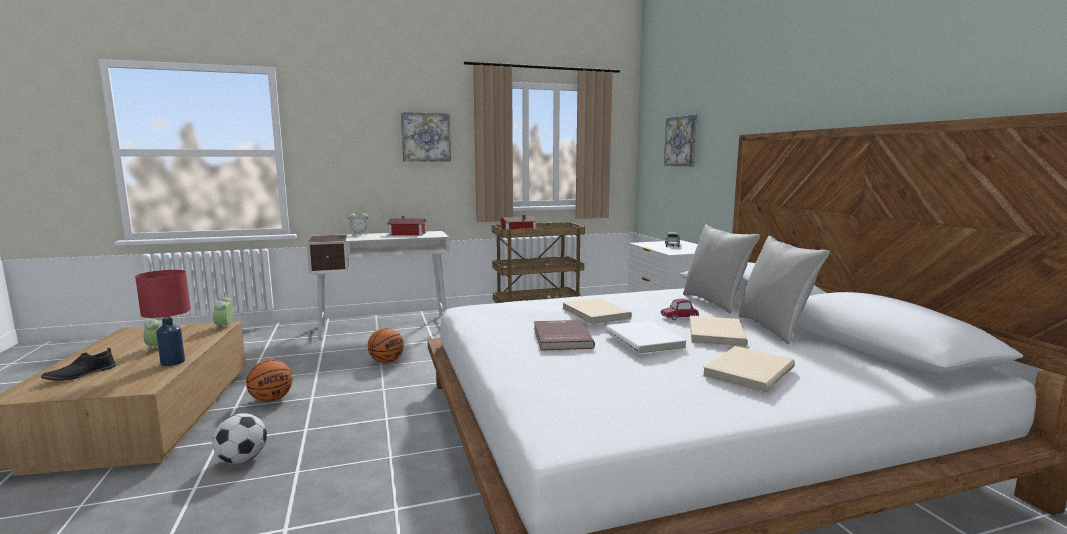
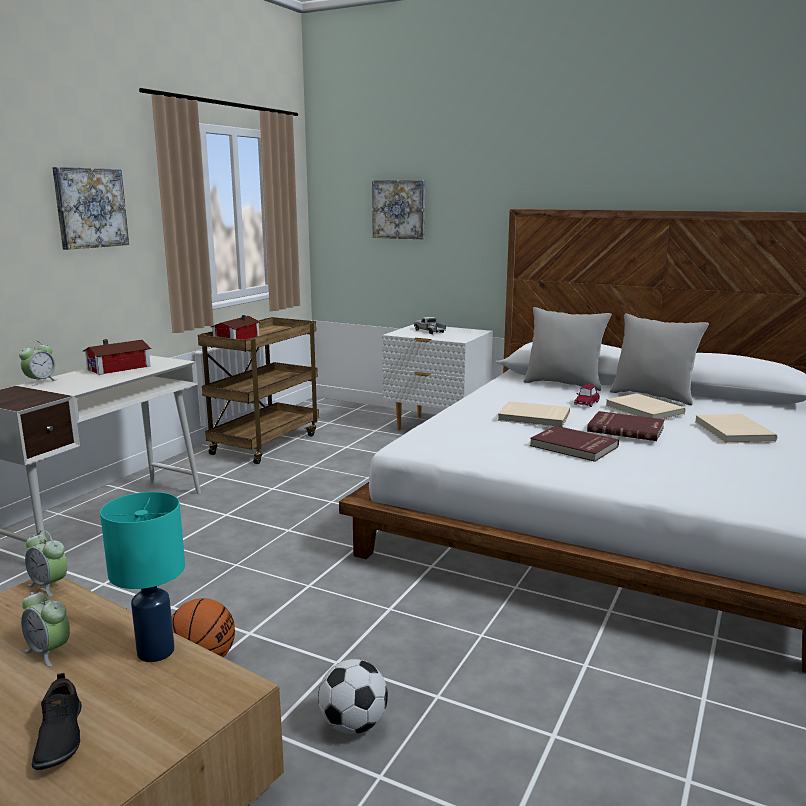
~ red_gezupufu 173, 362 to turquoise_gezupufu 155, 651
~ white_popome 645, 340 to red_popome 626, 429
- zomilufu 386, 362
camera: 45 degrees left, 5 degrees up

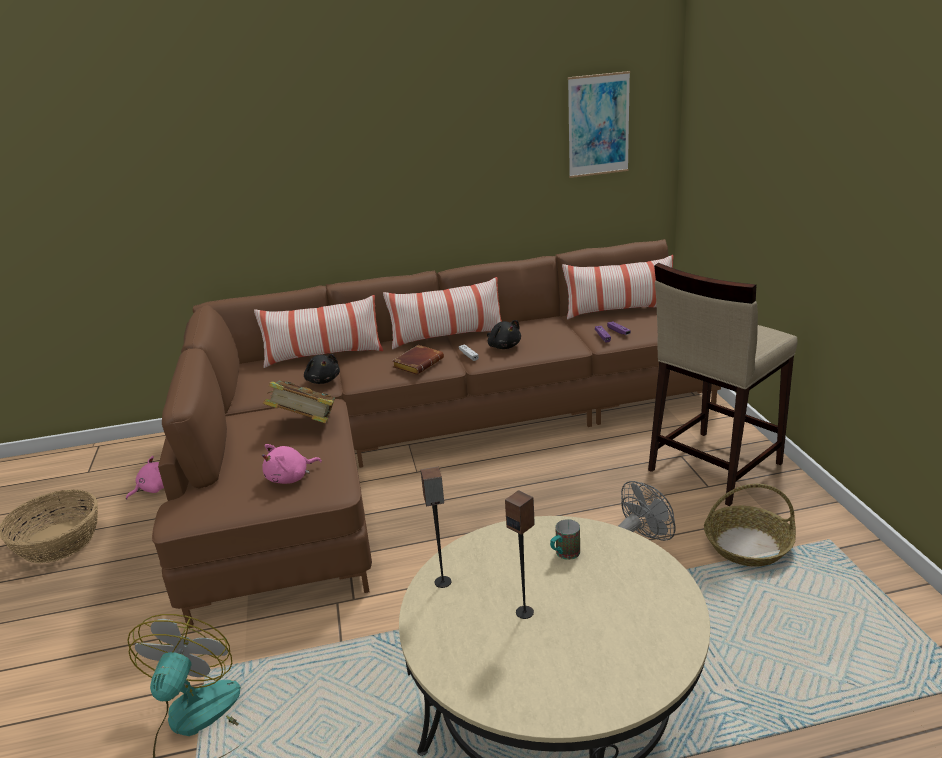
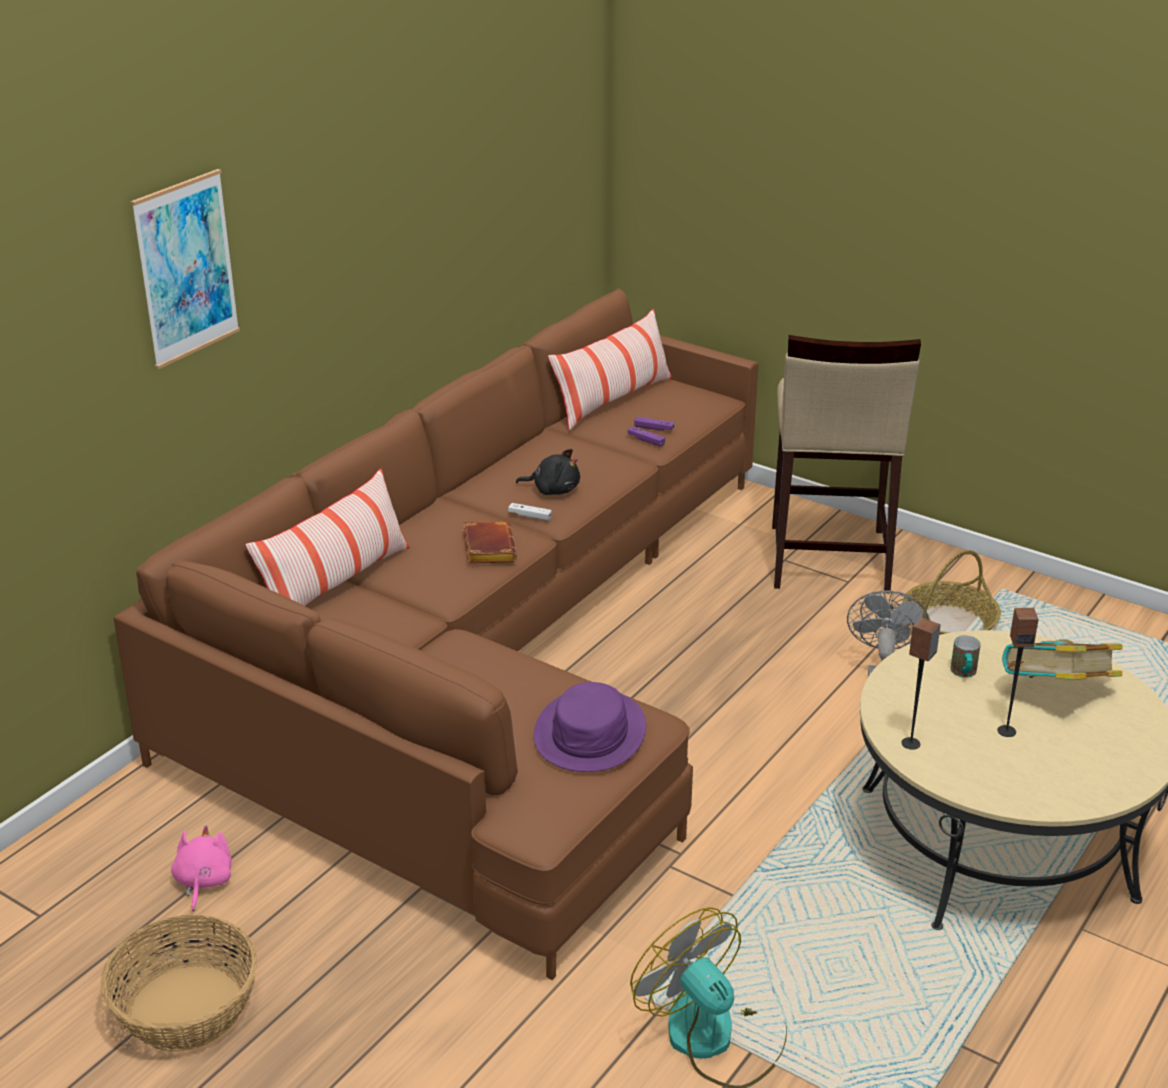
~ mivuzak 598, 125 to 186, 268
- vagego 447, 337
- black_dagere 323, 380
~ popome 304, 425 to 1056, 694
~ pink_dagere 290, 478 to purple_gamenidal 590, 733
camera: 45 degrees left, 5 degrees up

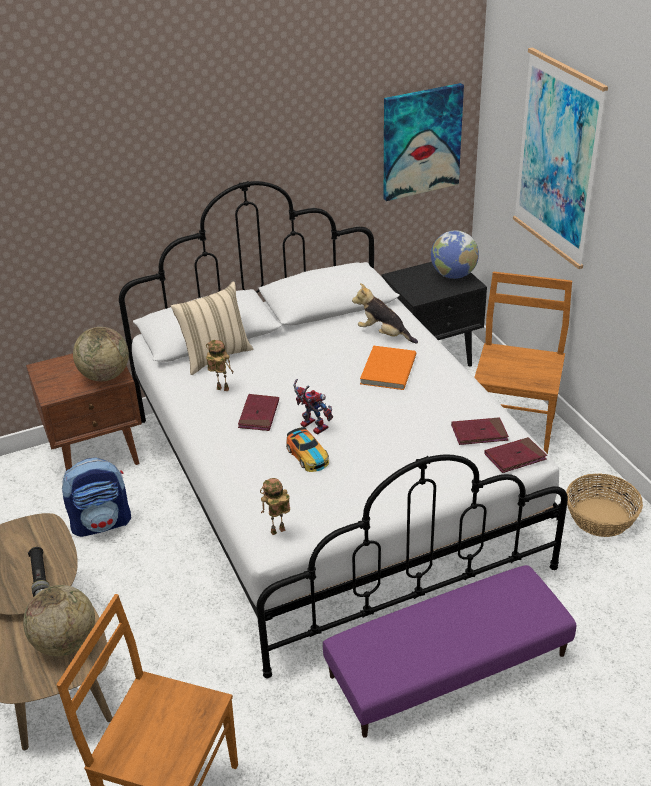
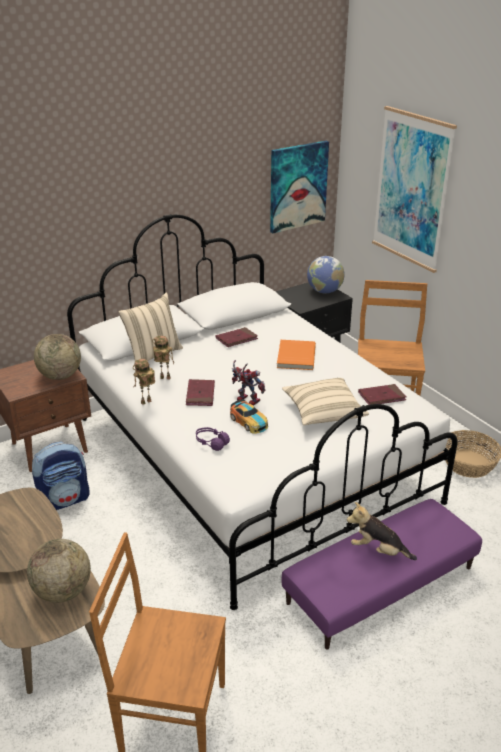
~ dagere 384, 334 to 378, 550
~ red_popome 515, 457 to 236, 339
~ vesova 277, 532 to 146, 403
- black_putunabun 40, 578
+ beige_vagego 323, 412
+ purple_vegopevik 211, 443
camera: 10 degrees left, 5 degrees down

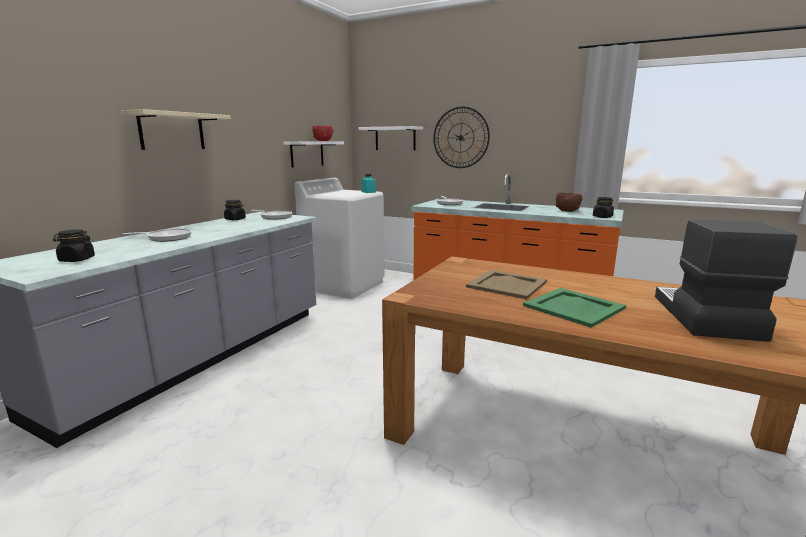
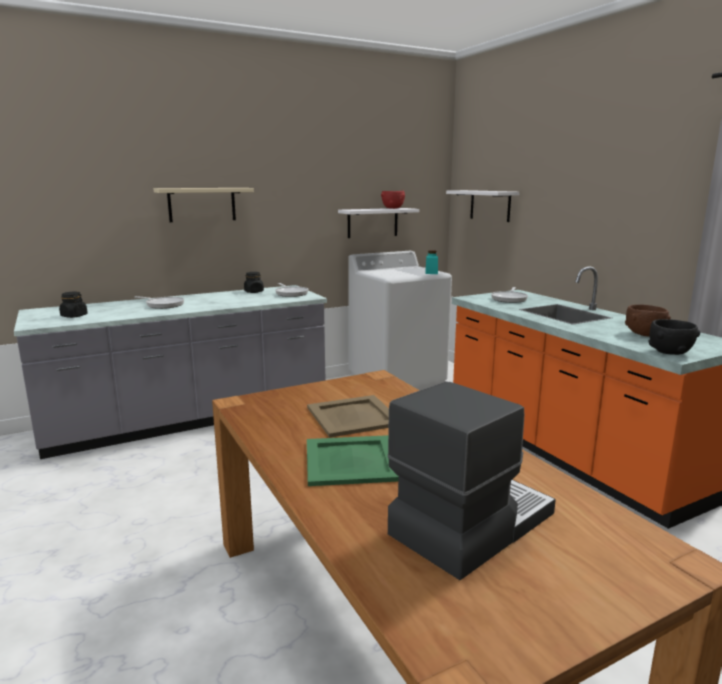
- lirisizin 460, 138
~ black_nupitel 602, 217 to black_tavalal 669, 353
camera: 35 degrees right, 0 degrees up

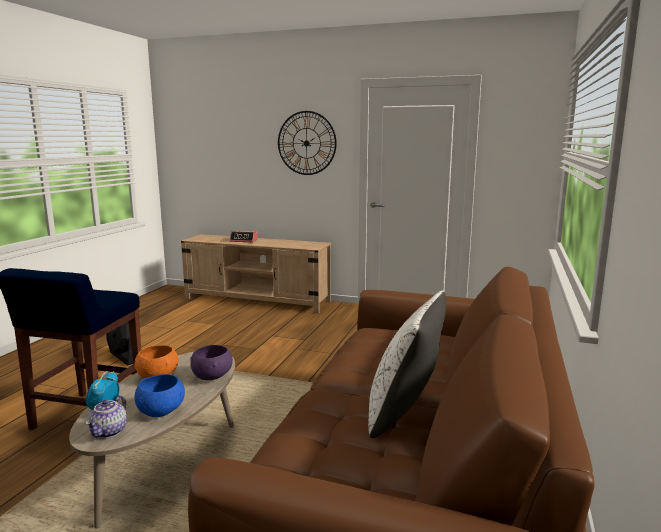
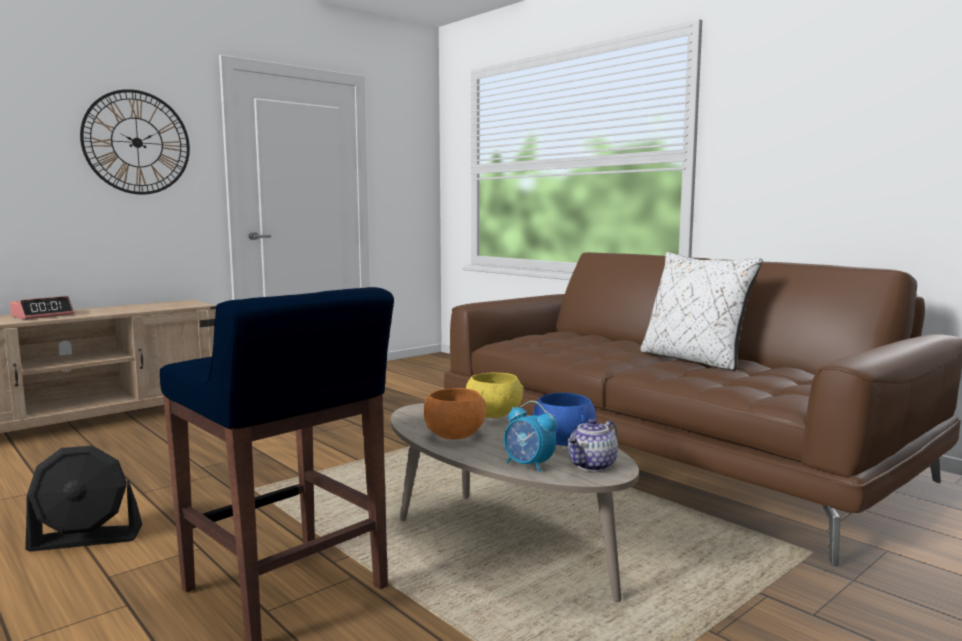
~ purple_tavalal 212, 377 to yellow_tavalal 494, 415
~ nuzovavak 109, 432 = 593, 466 90 degrees clockwise
camera: 60 degrees left, 5 degrees down

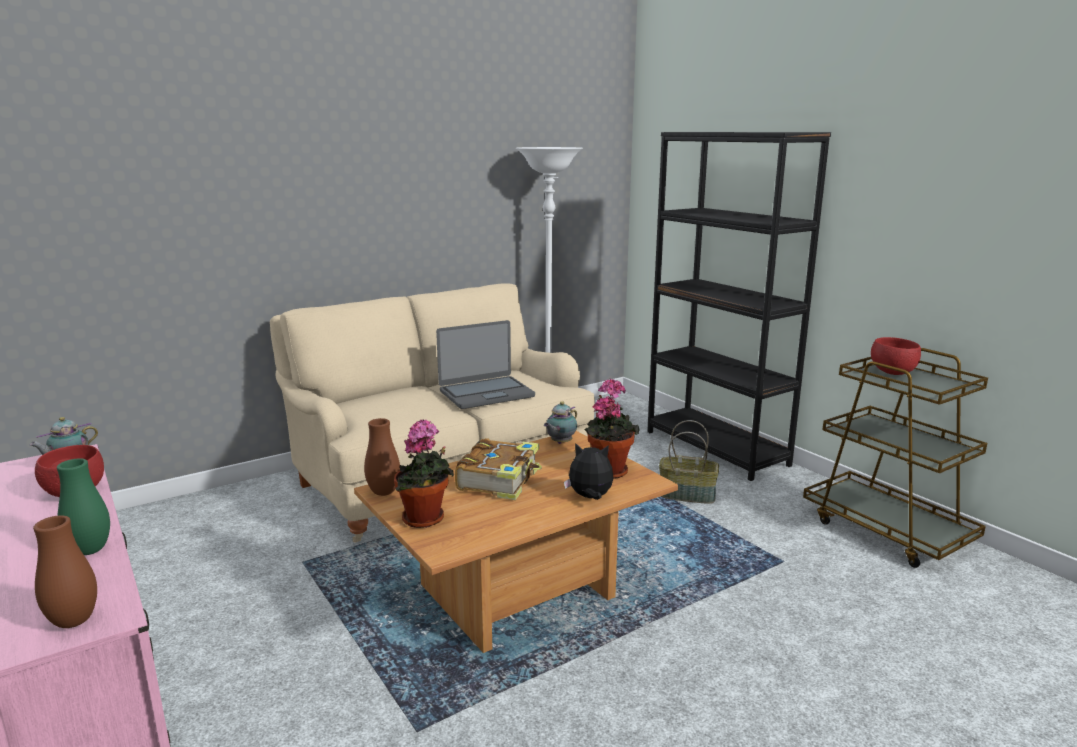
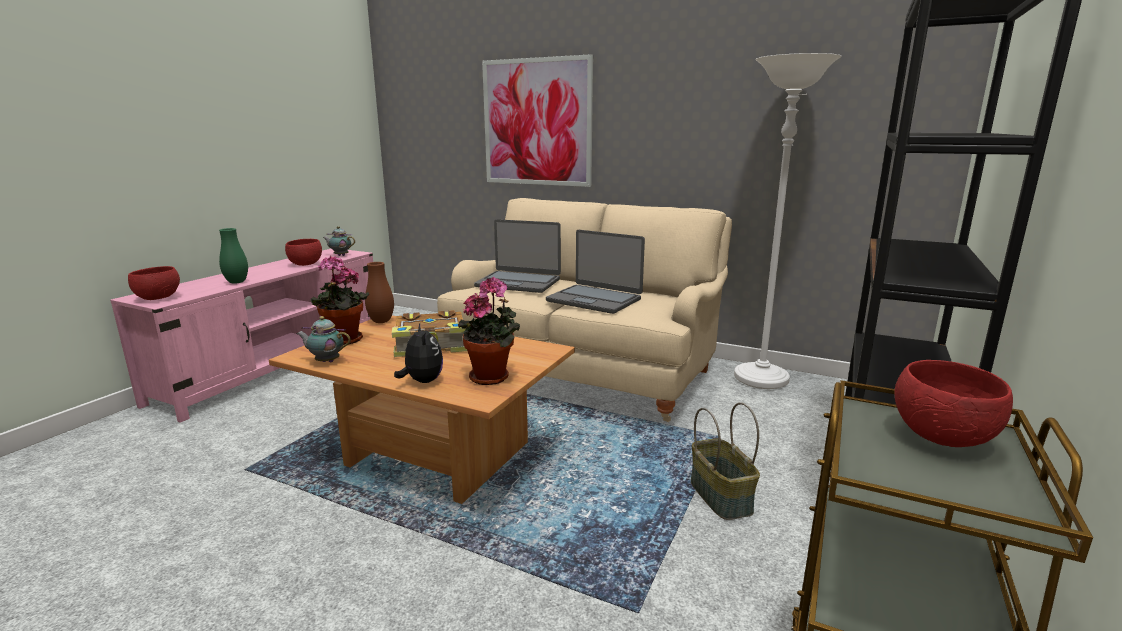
~ nuzovavak 560, 443 to 326, 361
~ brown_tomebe 74, 621 to red_tavalal 158, 298
+ mivuzak 537, 123
+ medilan 518, 283
camera: 60 degrees right, 0 degrees up

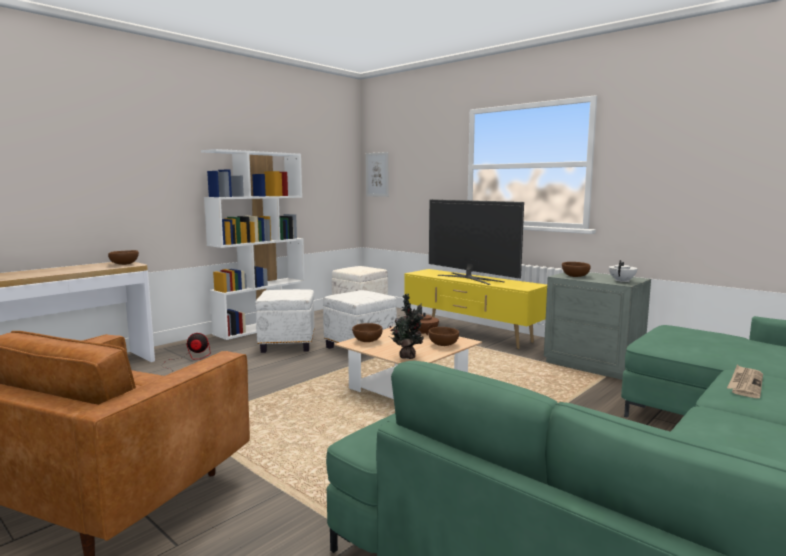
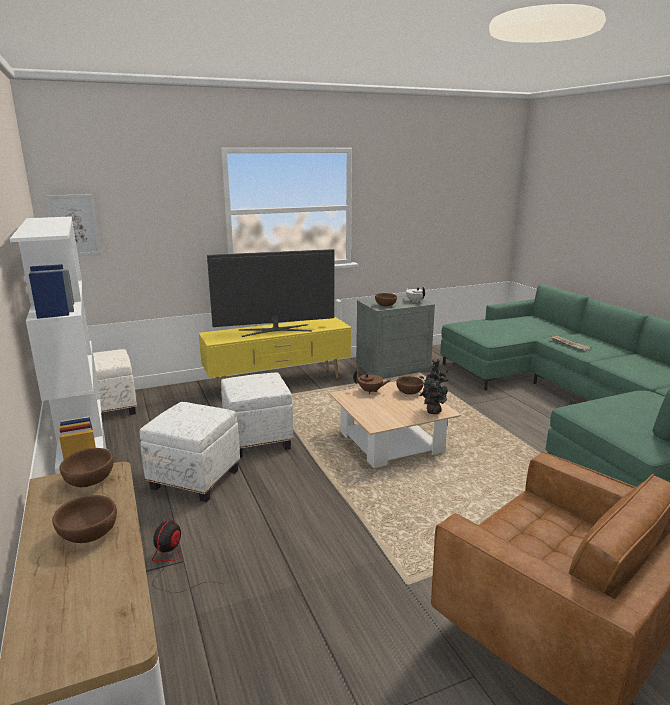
~ brown_tavalal 368, 341 to 89, 533
camera: 65 degrees left, 10 degrees up

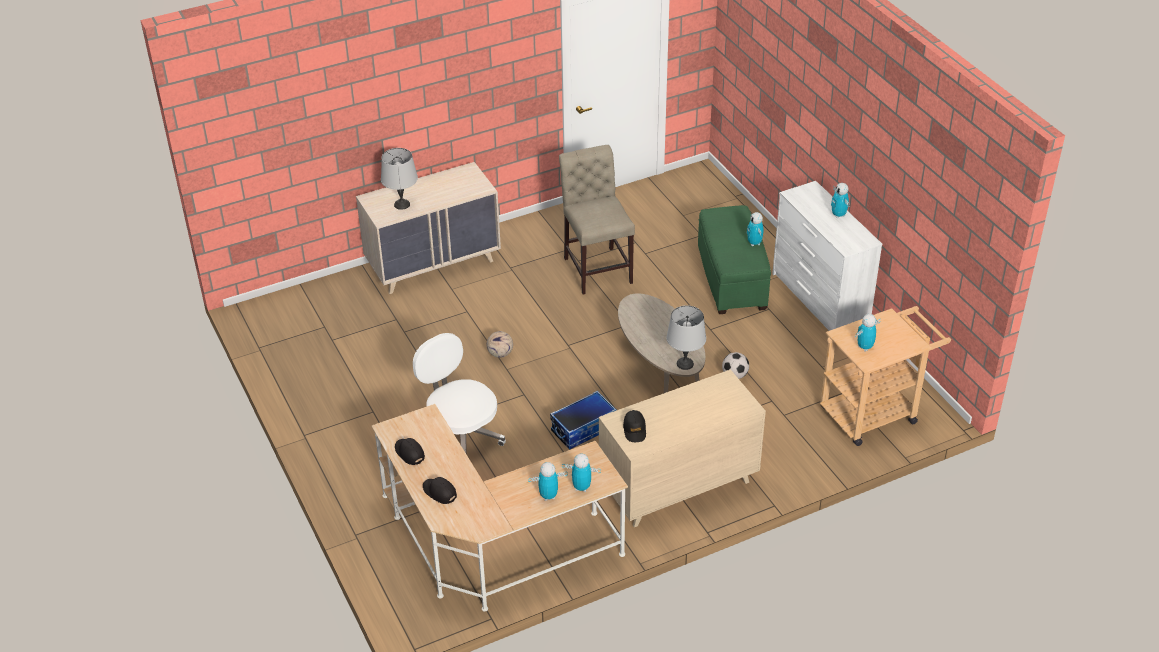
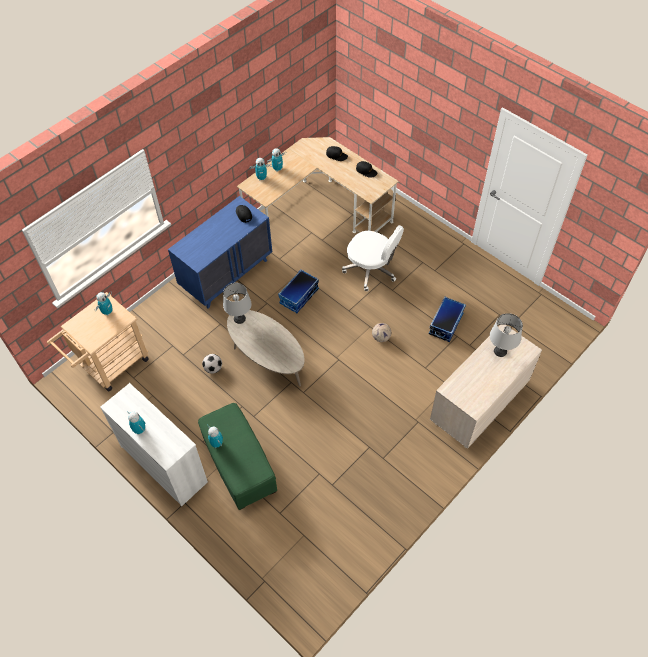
- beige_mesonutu 596, 267
~ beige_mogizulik 678, 487 to blue_mogizulik 227, 274
+ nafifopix 445, 324
camera: 160 degrees right, 15 degrees up

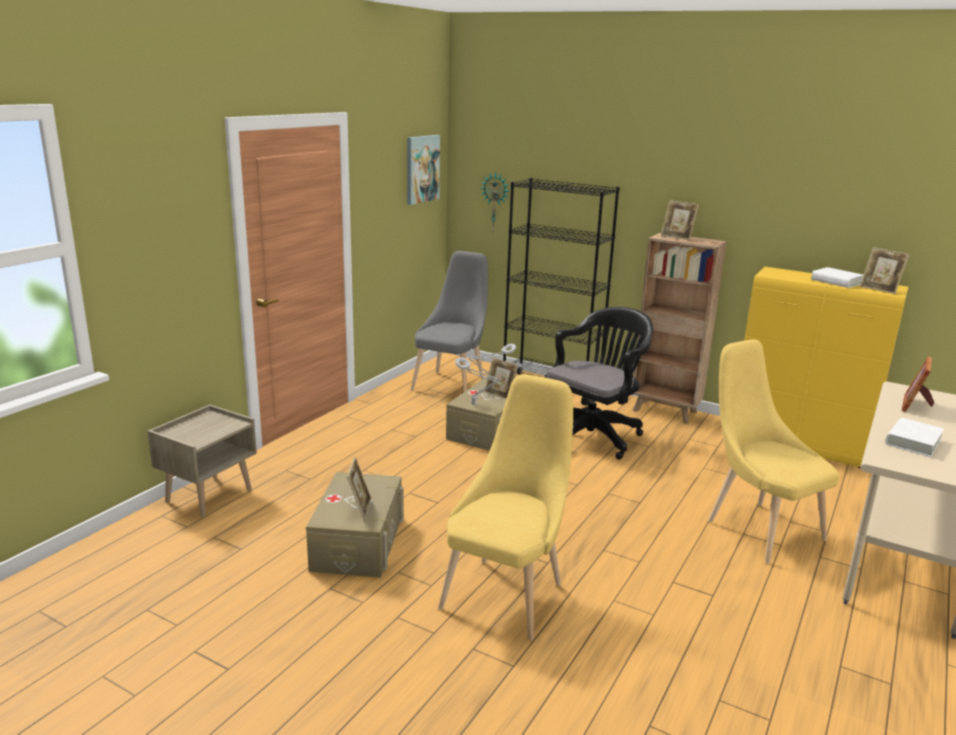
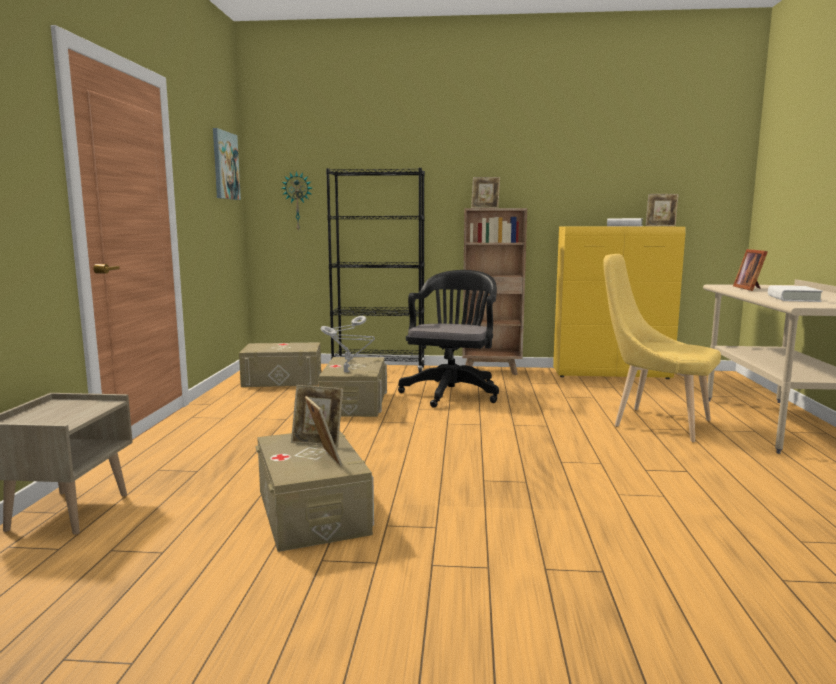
~ grey_mesonutu 451, 384 to beige_nafifopix 282, 380
~ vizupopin 500, 395 to 317, 442
- yellow_mesonutu 507, 592
camera: 25 degrees left, 10 degrees down

